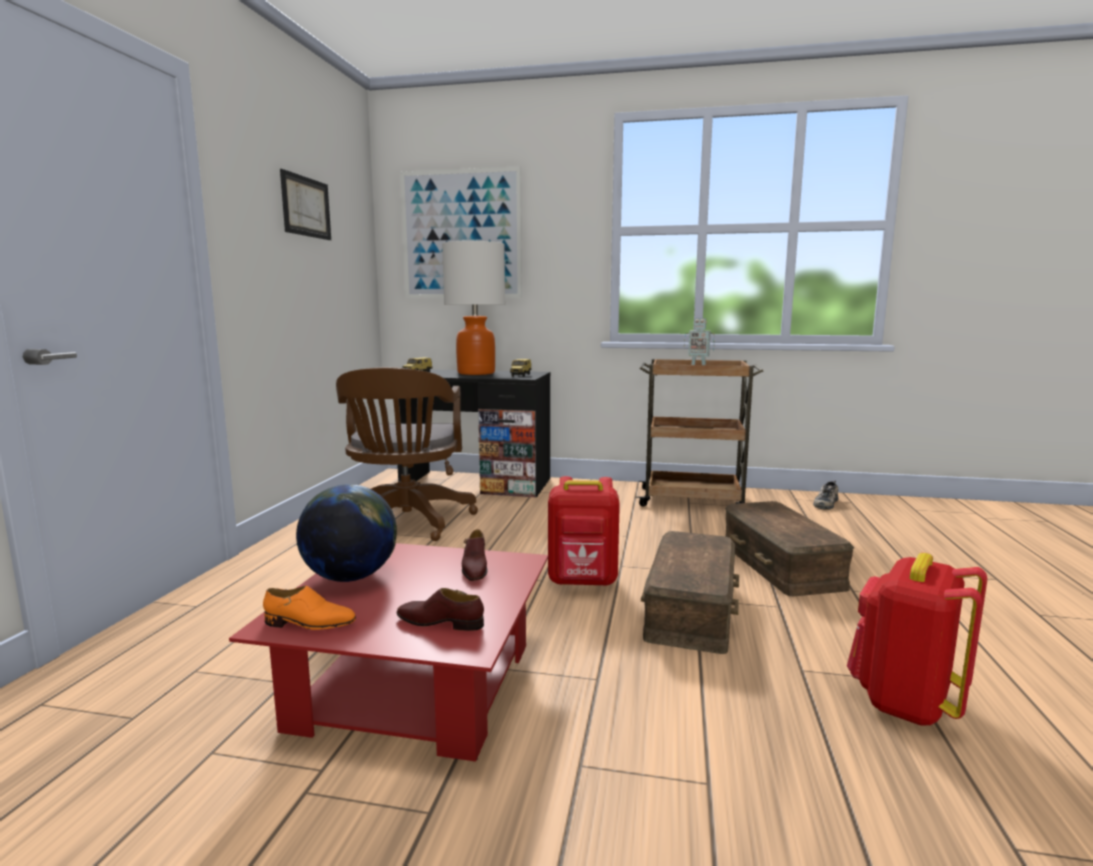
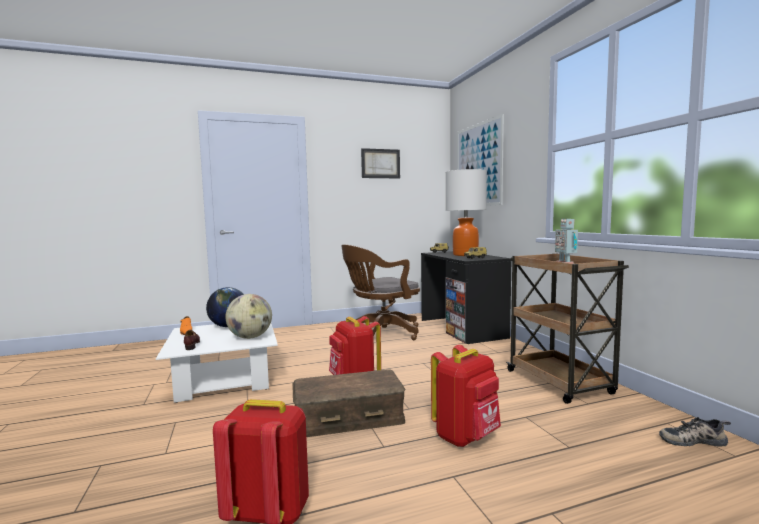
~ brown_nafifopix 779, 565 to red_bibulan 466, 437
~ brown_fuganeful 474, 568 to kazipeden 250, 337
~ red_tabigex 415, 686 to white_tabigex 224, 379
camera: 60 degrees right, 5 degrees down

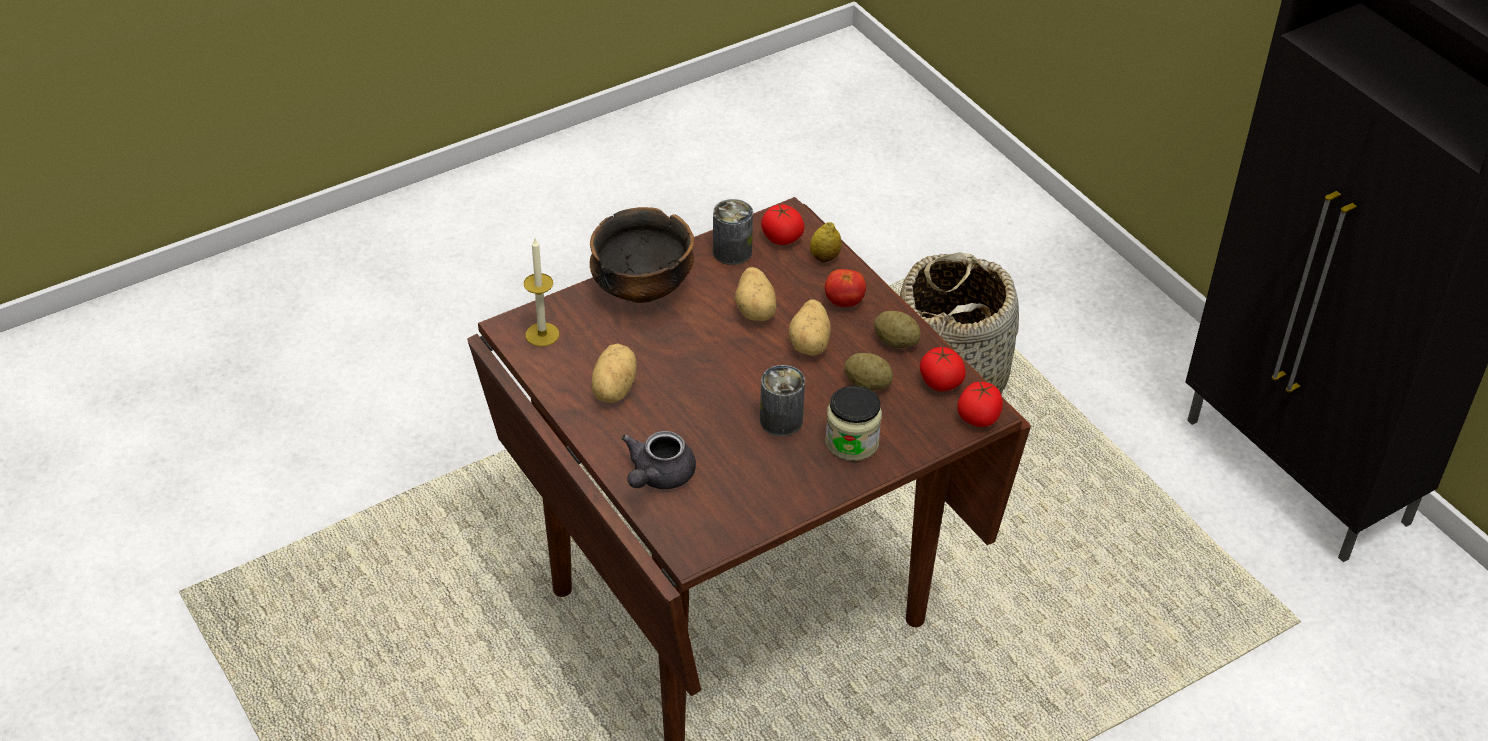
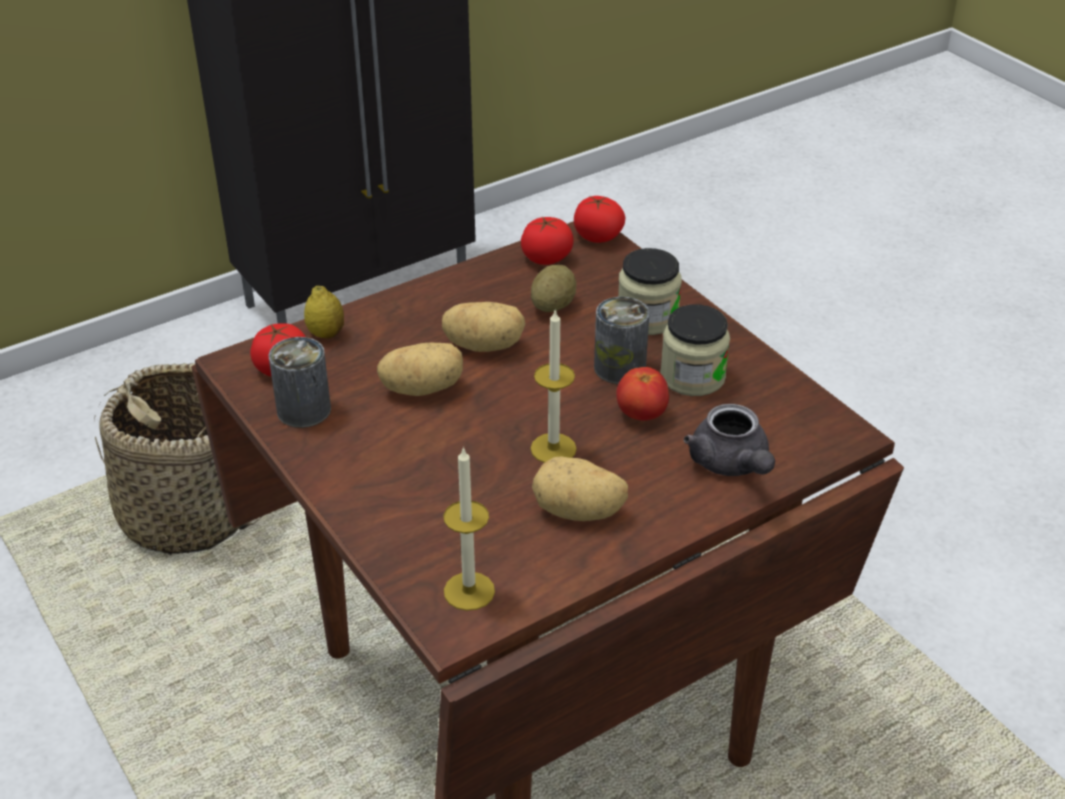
- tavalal 641, 289
~ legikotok 844, 302 to 641, 414
- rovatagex 896, 342
~ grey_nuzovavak 657, 476 = 731, 465 45 degrees clockwise
+ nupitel 692, 377
+ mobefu 553, 448
camera: 90 degrees left, 5 degrees down

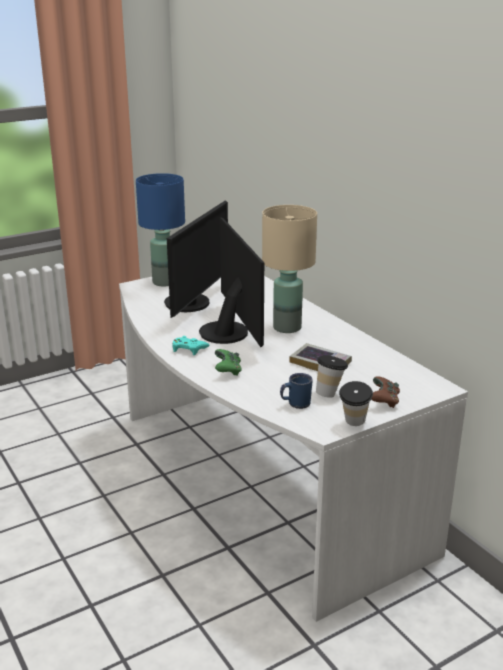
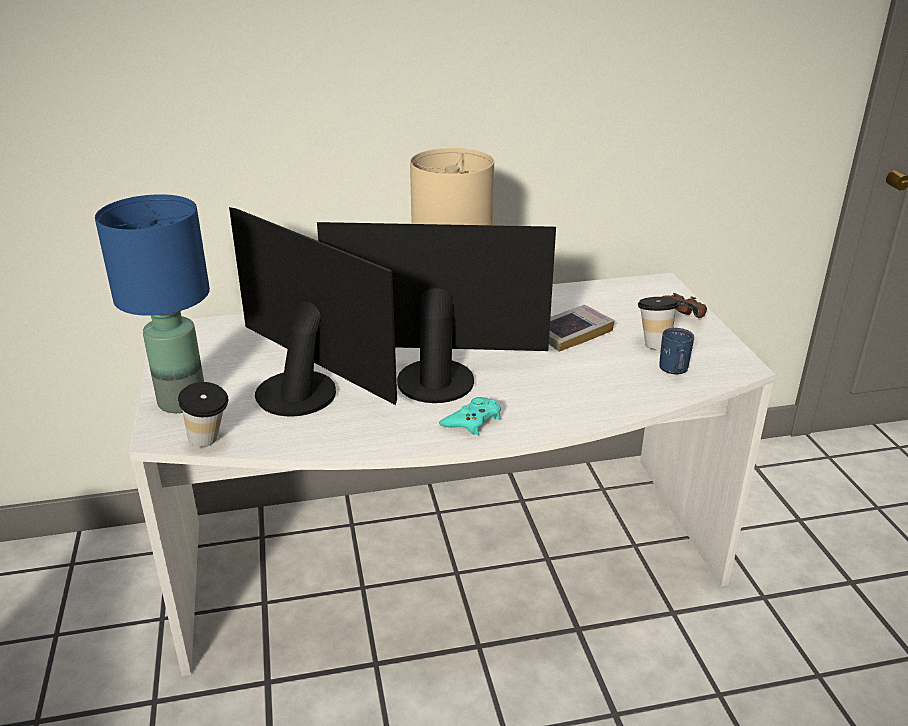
- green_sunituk 228, 371
~ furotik 354, 424 to 210, 442
camera: 70 degrees left, 5 degrees up

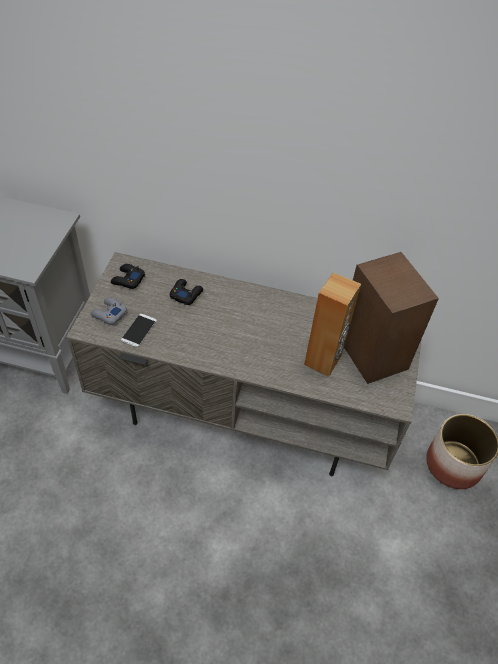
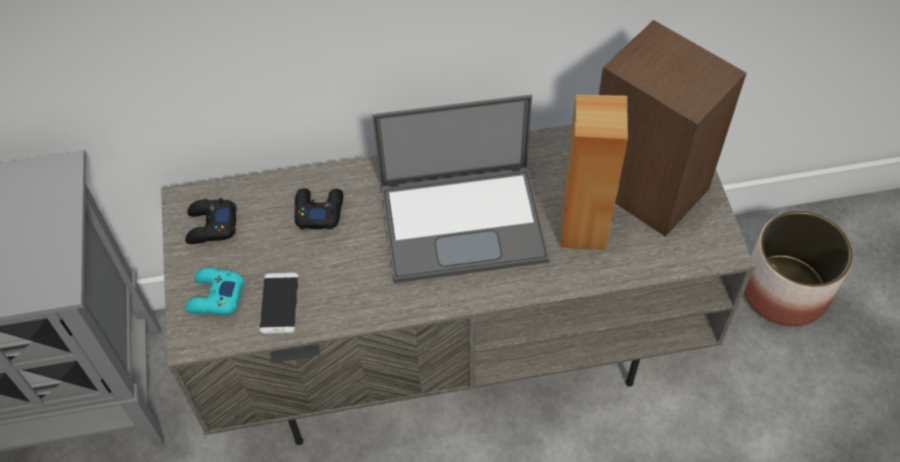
~ grey_sunituk 109, 314 to turquoise_sunituk 215, 296
+ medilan 464, 221
camera: 20 degrees left, 5 degrees up

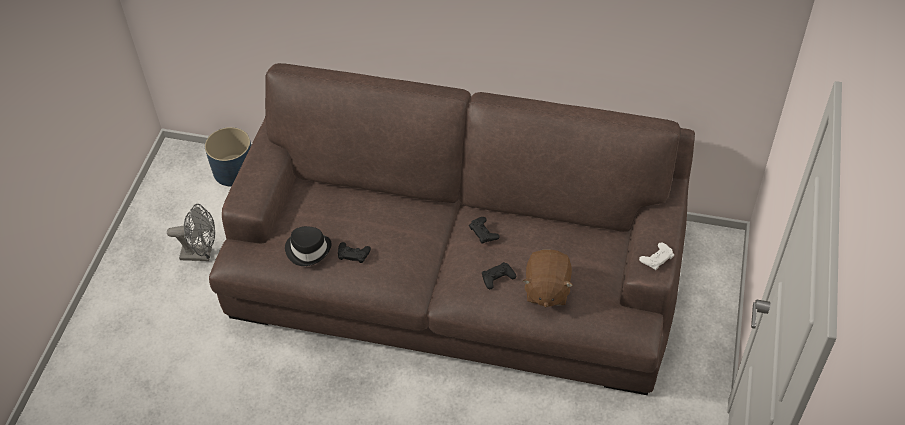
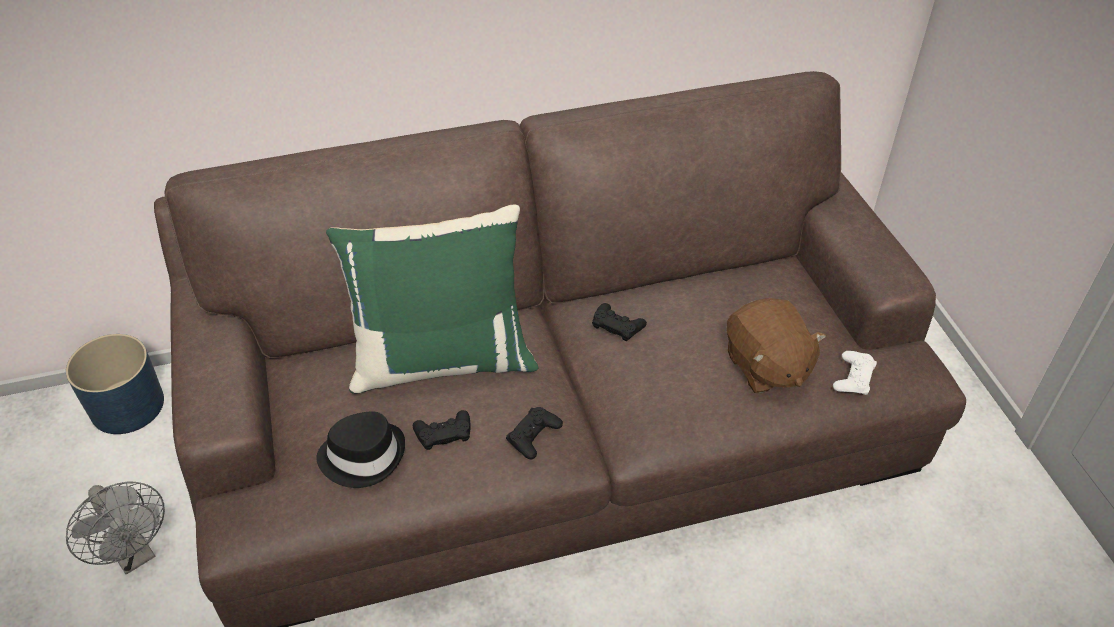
~ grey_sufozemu 201, 254 = 135, 554 75 degrees clockwise
~ white_sunituk 656, 258 to 853, 377
~ black_sunituk 498, 277 to 534, 436
+ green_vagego 442, 359
camera: 30 degrees left, 5 degrees down

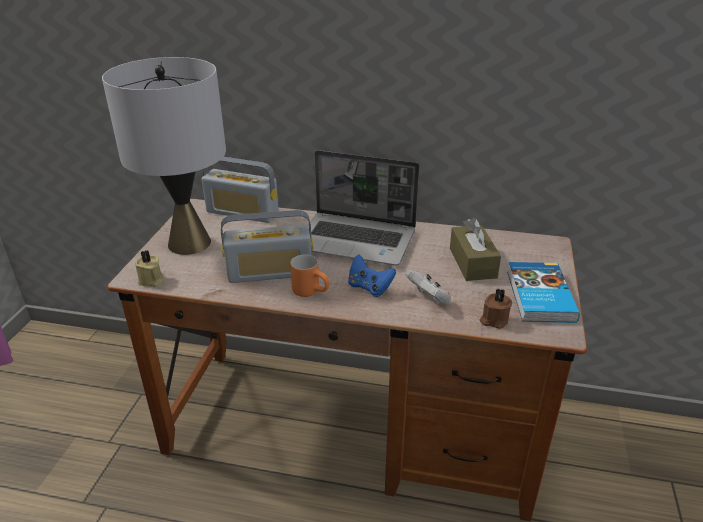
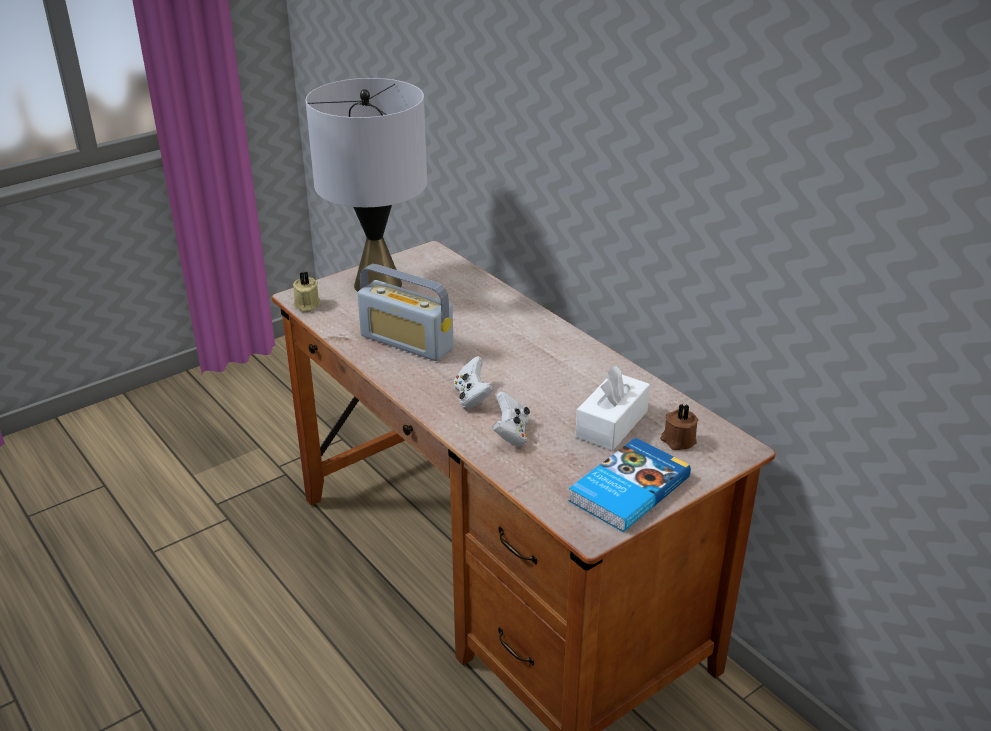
- medilan 357, 240
- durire 242, 213
~ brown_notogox 472, 263 to white_notogox 611, 424
- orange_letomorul 312, 291
~ blue_sunituk 369, 288 to white_sunituk 472, 397
~ brown_mobefu 493, 320 to 677, 440
camera: 40 degrees right, 0 degrees up

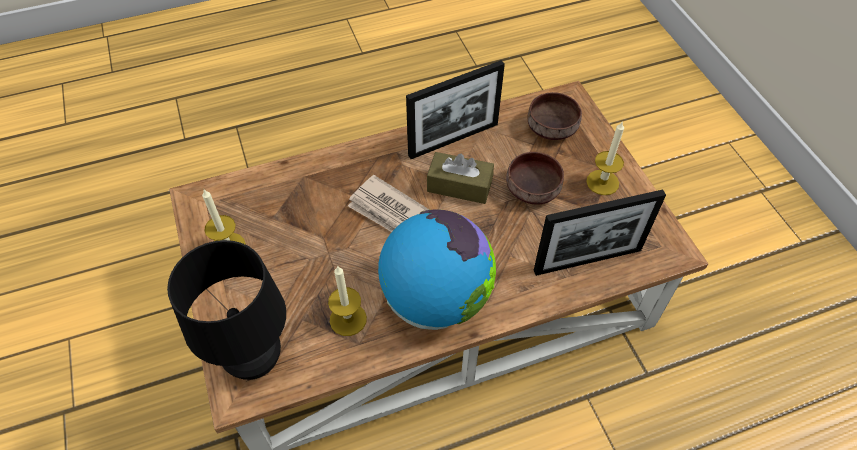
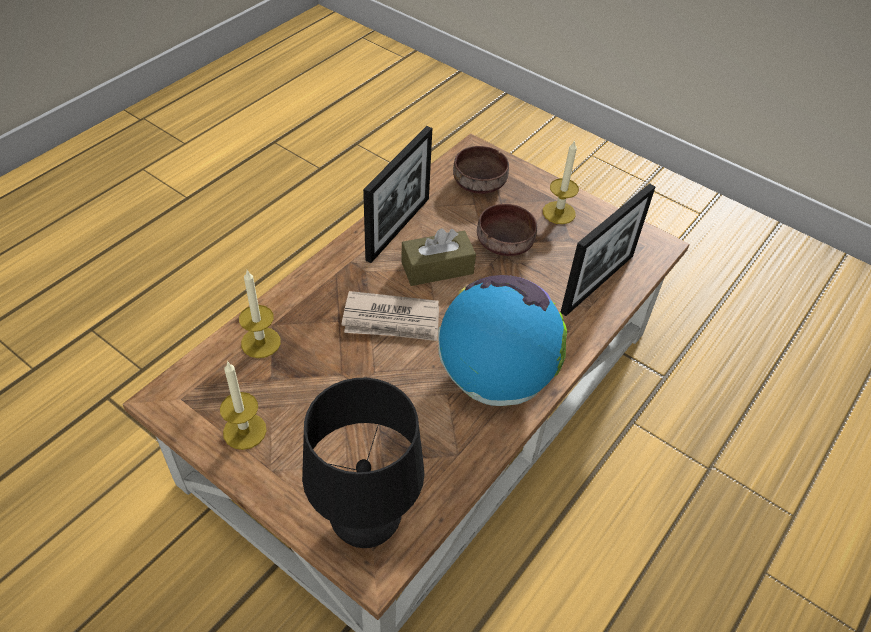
~ mobefu 348, 319 to 260, 342
camera: 35 degrees left, 5 degrees down

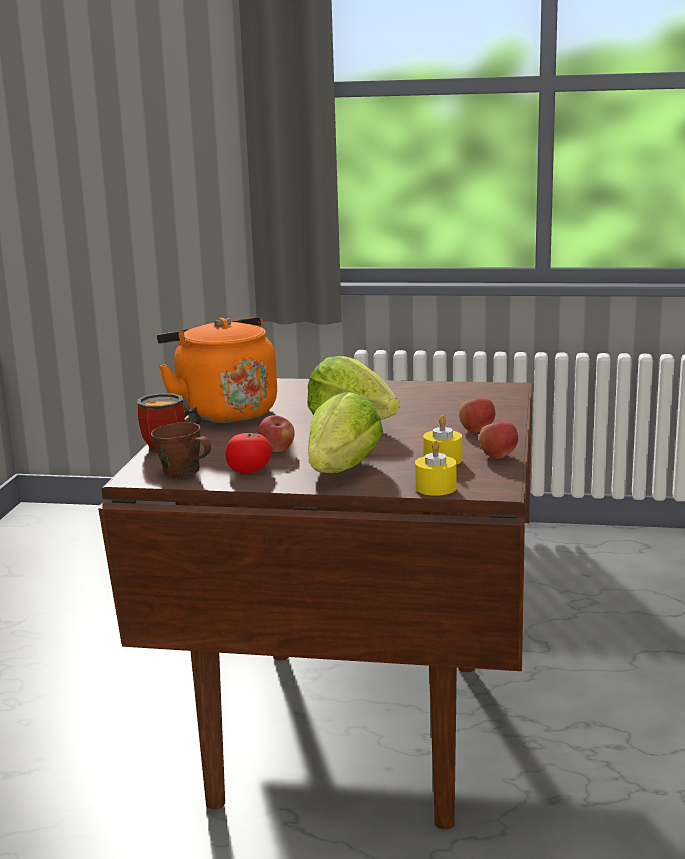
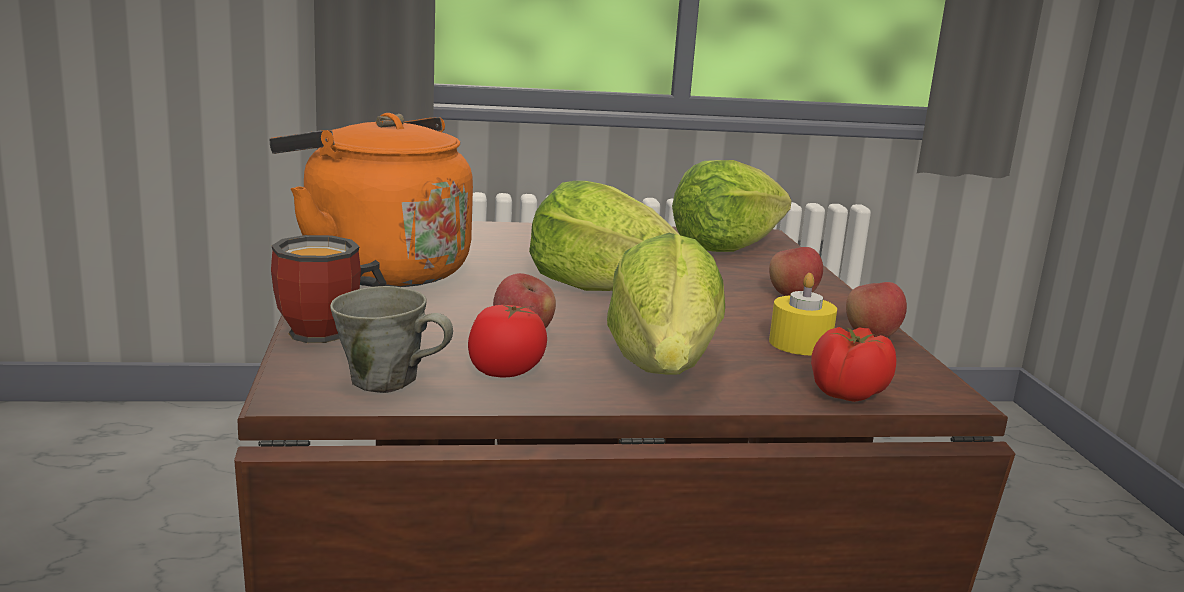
~ brown_letomorul 183, 473 to grey_letomorul 387, 381
~ yellow_mobefu 435, 487 to legikotok 846, 394
+ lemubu 725, 246
camera: 20 degrees left, 0 degrees up

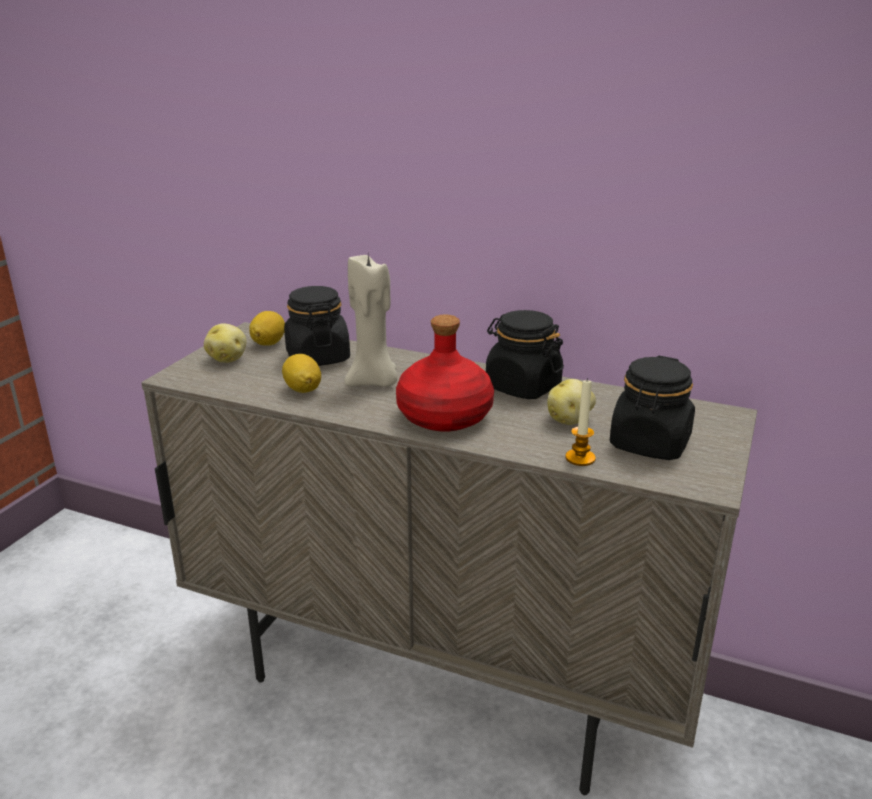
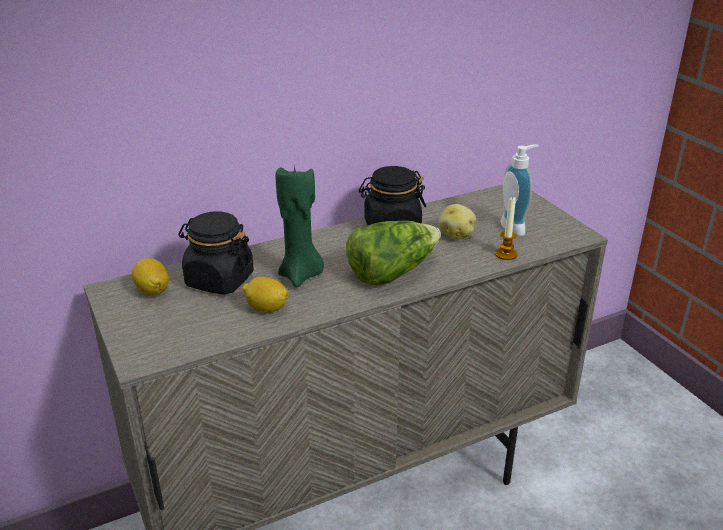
~ beige_mobefu 374, 382 to green_mobefu 301, 275
~ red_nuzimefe 444, 415 to lemubu 391, 272
- rovatagex 228, 359
~ black_nupitel 649, 444 to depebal 516, 227
camera: 50 degrees left, 5 degrees up

